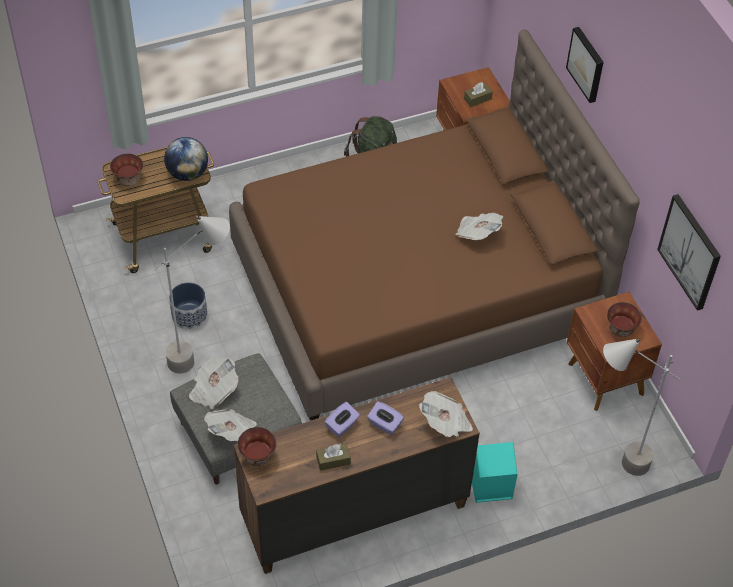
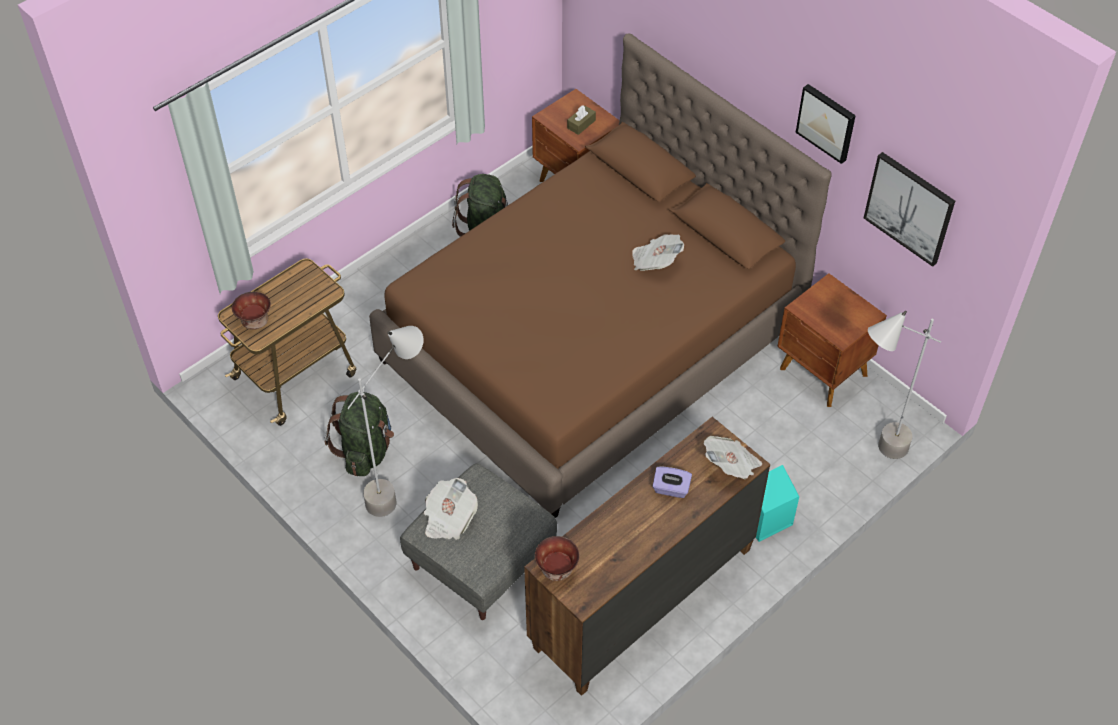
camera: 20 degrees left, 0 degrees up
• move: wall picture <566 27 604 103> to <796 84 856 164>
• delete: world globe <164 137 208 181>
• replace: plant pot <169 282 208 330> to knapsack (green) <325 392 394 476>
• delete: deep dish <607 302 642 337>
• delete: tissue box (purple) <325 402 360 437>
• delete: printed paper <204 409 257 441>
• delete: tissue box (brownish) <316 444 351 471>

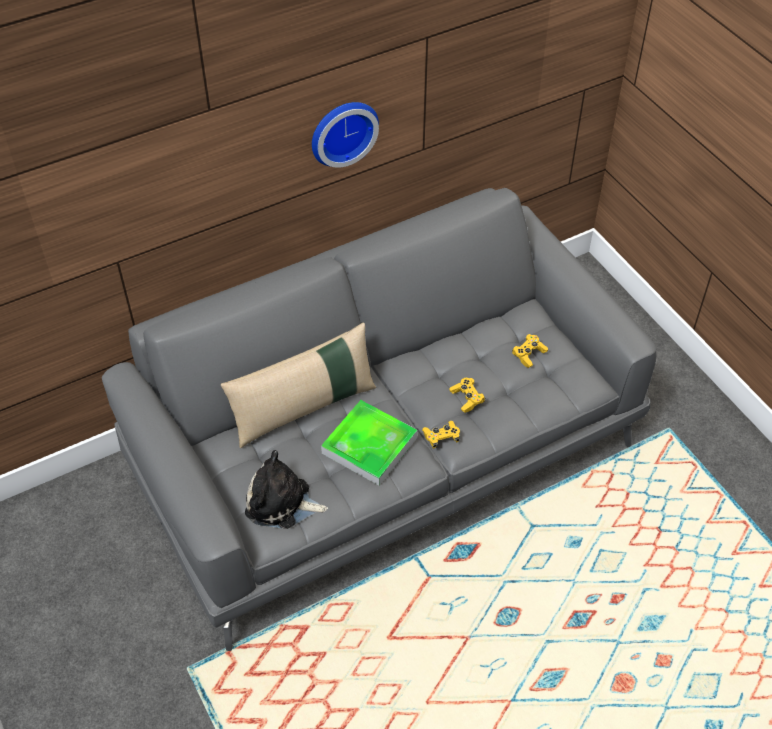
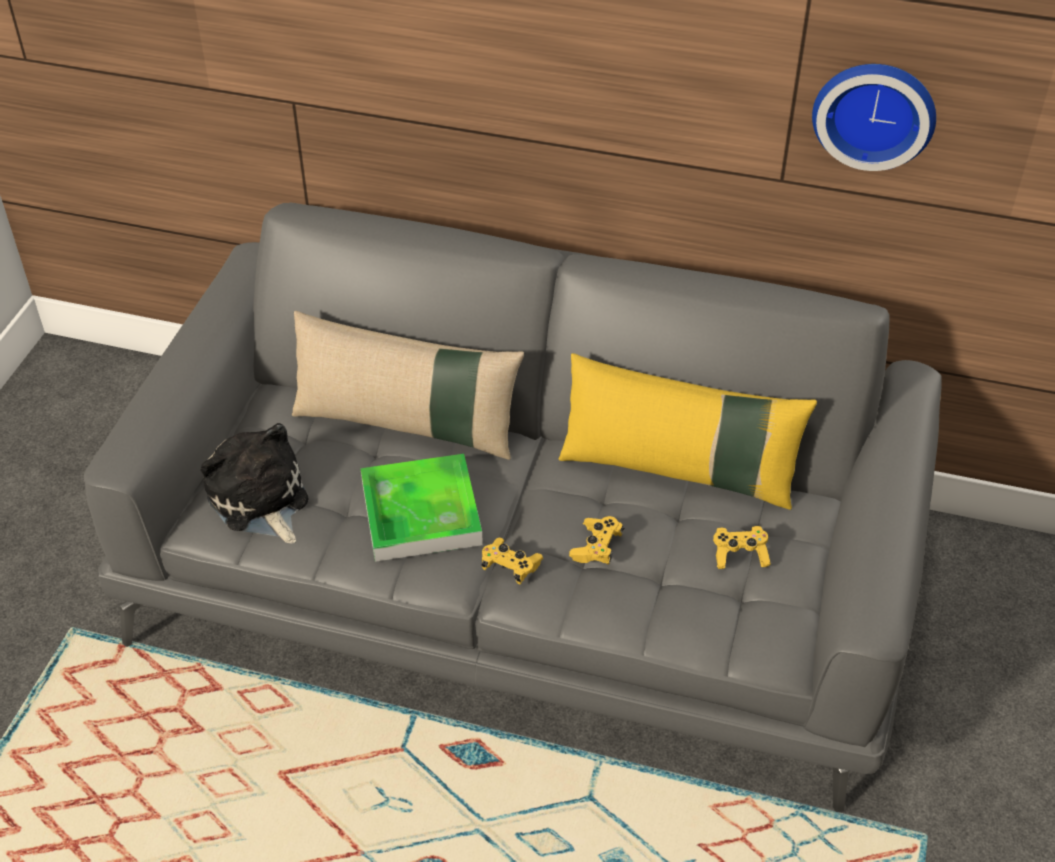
camera: 45 degrees right, 5 degrees down
• move: hanging clock <312 102 379 168> to <812 64 936 171>
• insert: pillow (yellowish) <559 353 817 510>

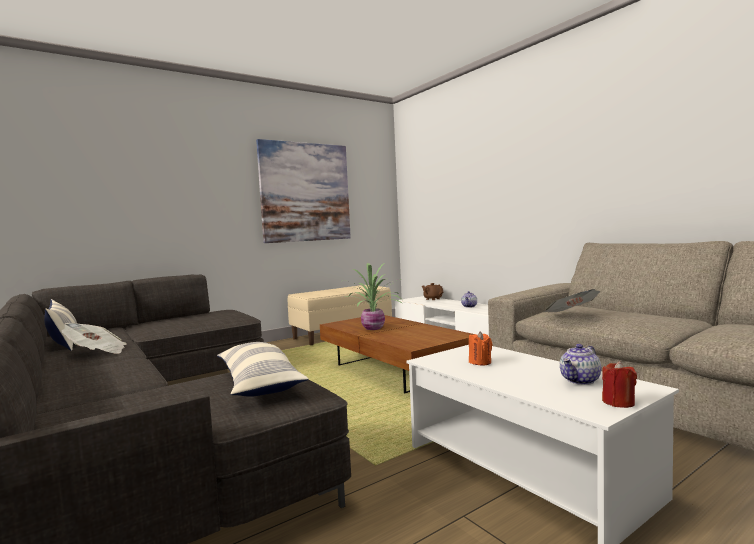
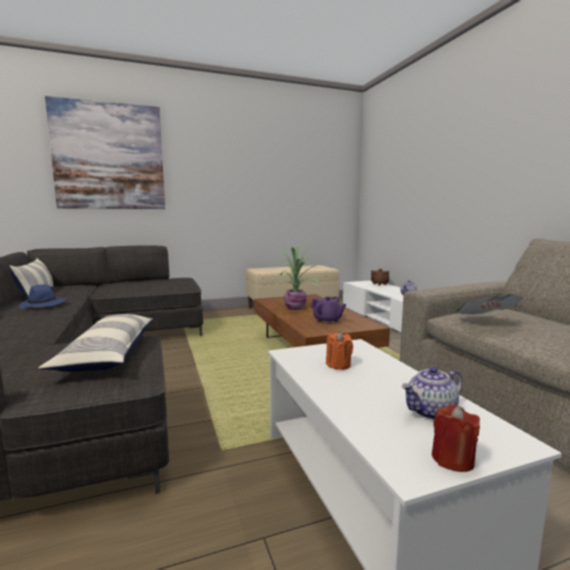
camera: 15 degrees right, 5 degrees up
• move: wall picture <256 139 351 243> to <45 96 165 209>
• replace: printed paper <62 323 127 354> to clothing hat (blue-coloured) <19 284 66 309>
• insert: teapot (purple) <311 296 346 324>

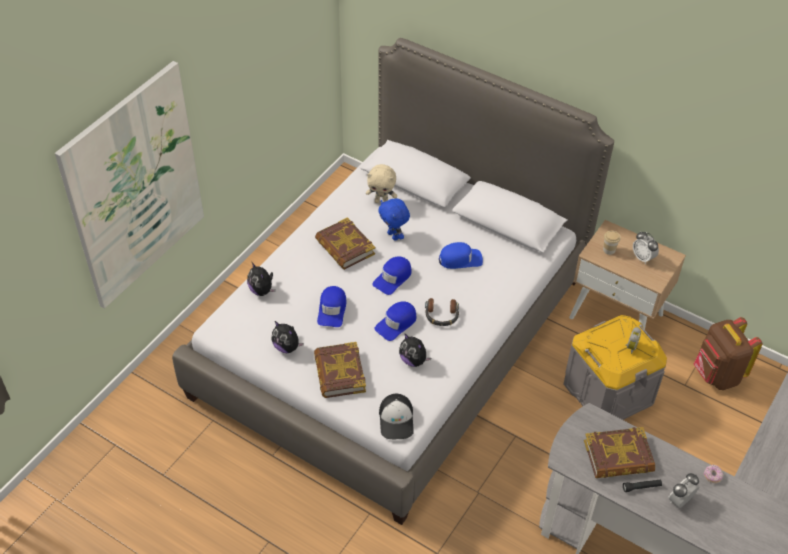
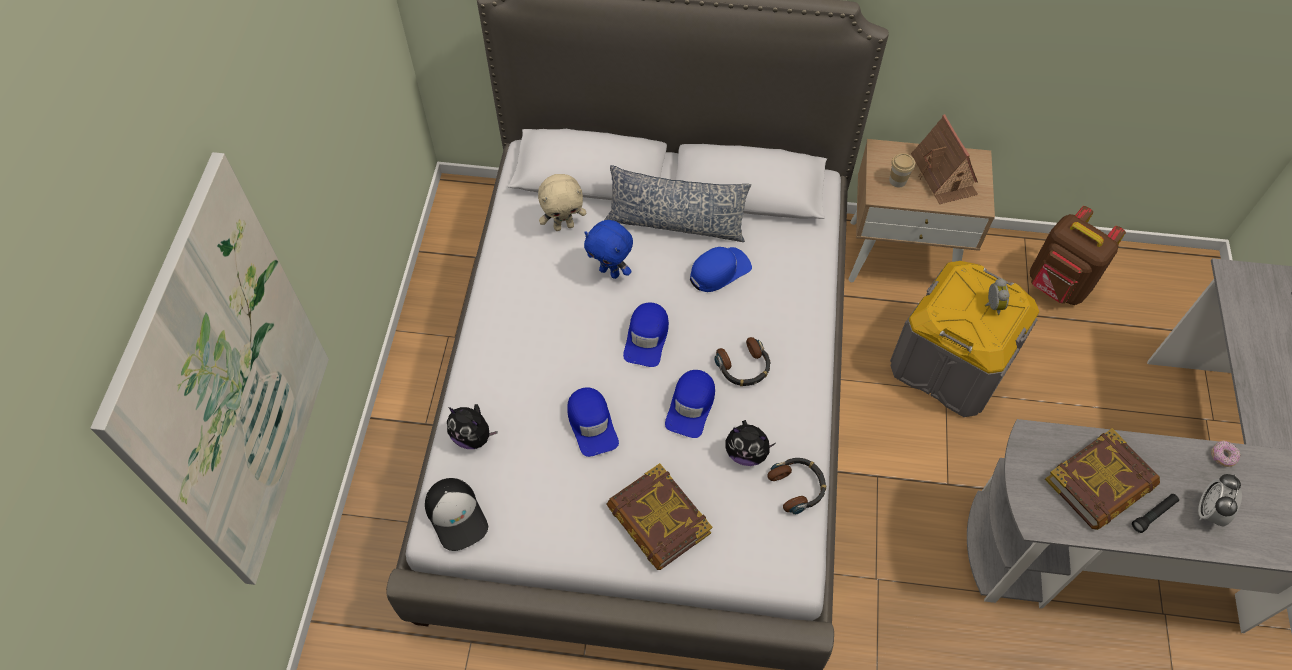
camera: 25 degrees left, 10 degrees up
• delete: volume <315 217 375 270>
• replace: bedside clock <633 232 659 264> to miniature house <911 114 978 204>
• delete: soft toy <272 321 304 353>
• move: cap <379 394 414 439> to <425 478 488 551>
• insert: pillow <604 165 751 242>
• insert: headphones <767 458 826 514>

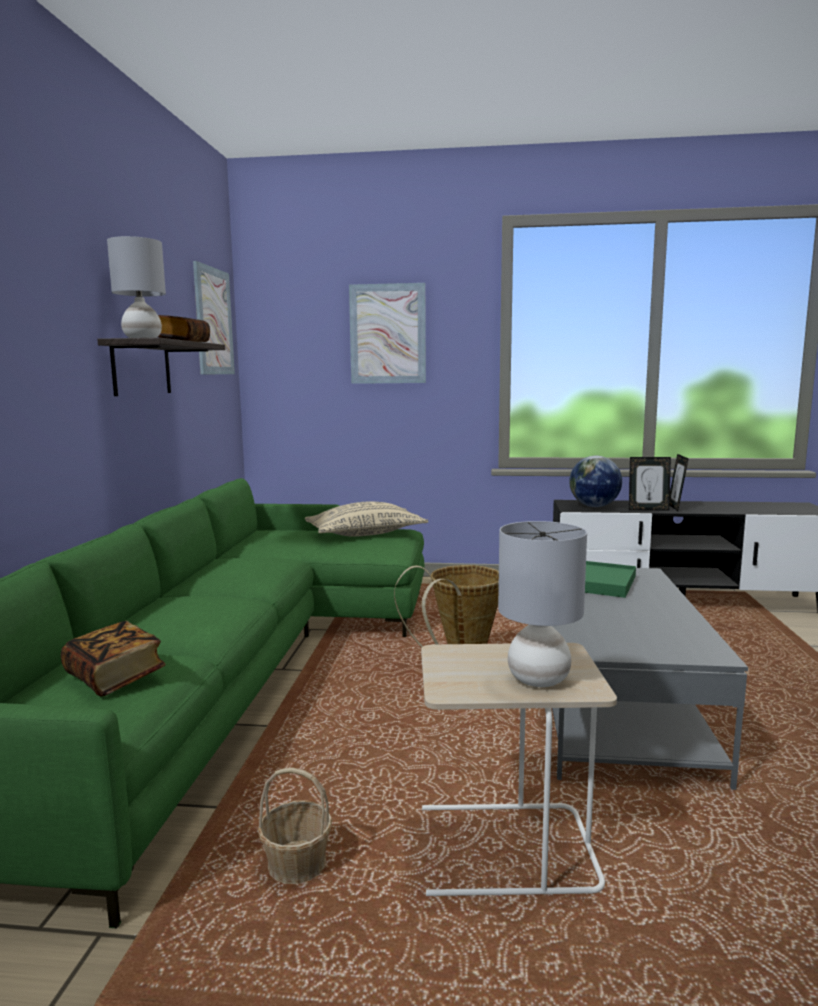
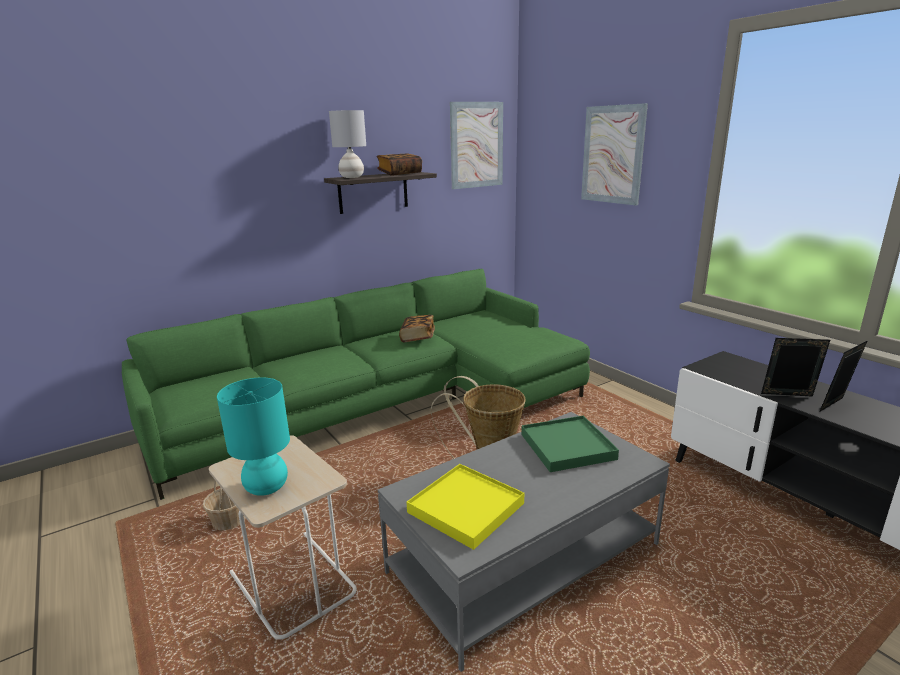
camera: 50 degrees right, 10 degrees up
• delete: world globe <569 456 622 507>
• rotate: picture frame <629 457 671 511> = <761 338 830 397> 135 degrees clockwise
• delete: pillow (sand-coloured) <305 501 428 537>
• recolor: tabletop lamp (gray) <498 521 587 687> to tabletop lamp (turquoise) <217 377 290 496>
• move: volume <61 621 166 696> to <399 315 435 342>
• insert: carrying tray (yellowish) <406 464 524 550>

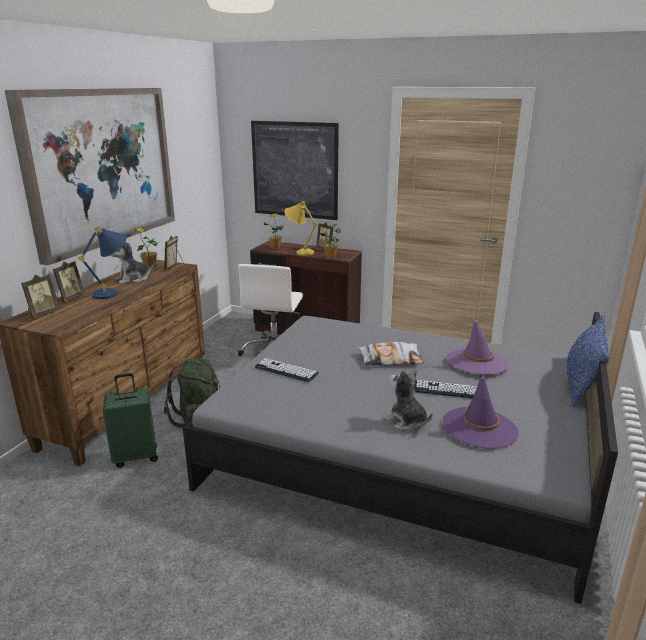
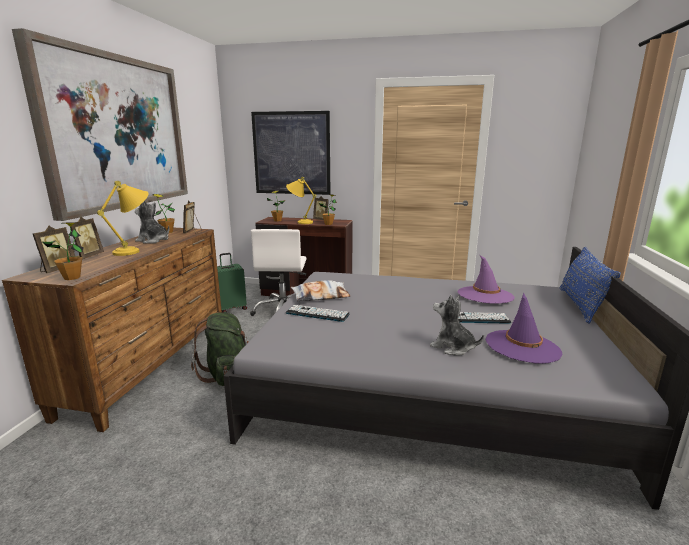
camera: 10 degrees left, 5 degrees down
• recolor: tabletop lamp (blue-coloured) <78 226 127 299> to tabletop lamp (yellowish) <97 181 149 256>
• rotate: soft toy <111 241 154 284> = <135 201 169 244> 60 degrees clockwise
• move: pillow <358 342 424 366> to <291 280 350 302>
• move: suitcase (green) <103 373 158 468> to <217 253 247 313>
• insert: potted plant <43 222 84 280>

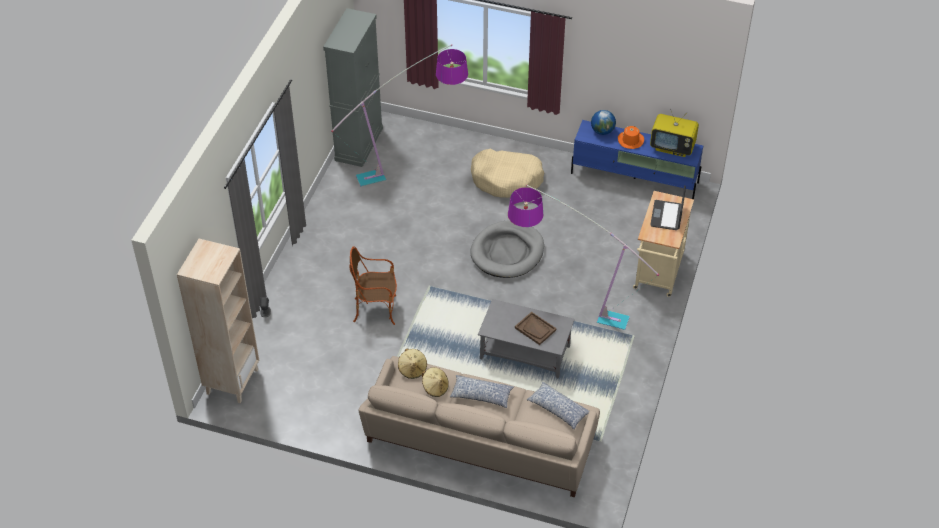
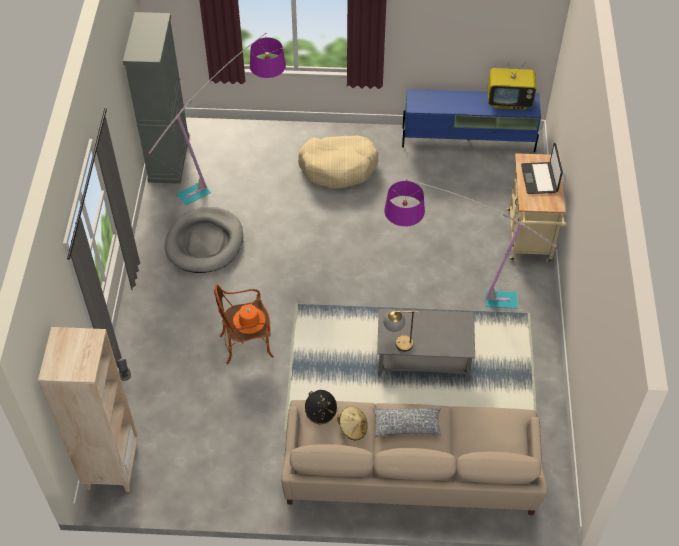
camera: 15 degrees left, 5 degrees up
• delete: world globe <591 110 616 135>
• move: clothing hat (orange-coloured) <618 126 644 149> to <233 304 266 334>
• move: dog cushion (gray) <470 221 544 278> to <165 207 243 273>
• delete: carrying tray (brownish) <515 312 556 345>
• recolor: clothing hat (sand-coloured) <398 348 427 379> to clothing hat (black-coloured) <305 390 337 424>
• delete: pillow <526 382 589 429>
• insert: tabletop lamp <383 310 419 352>

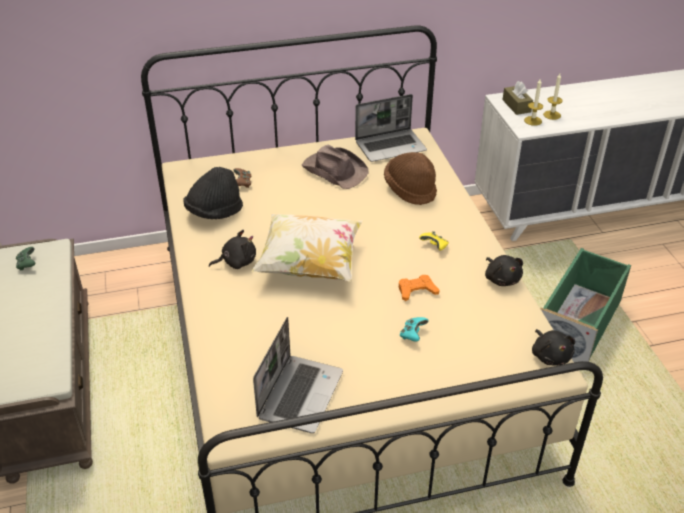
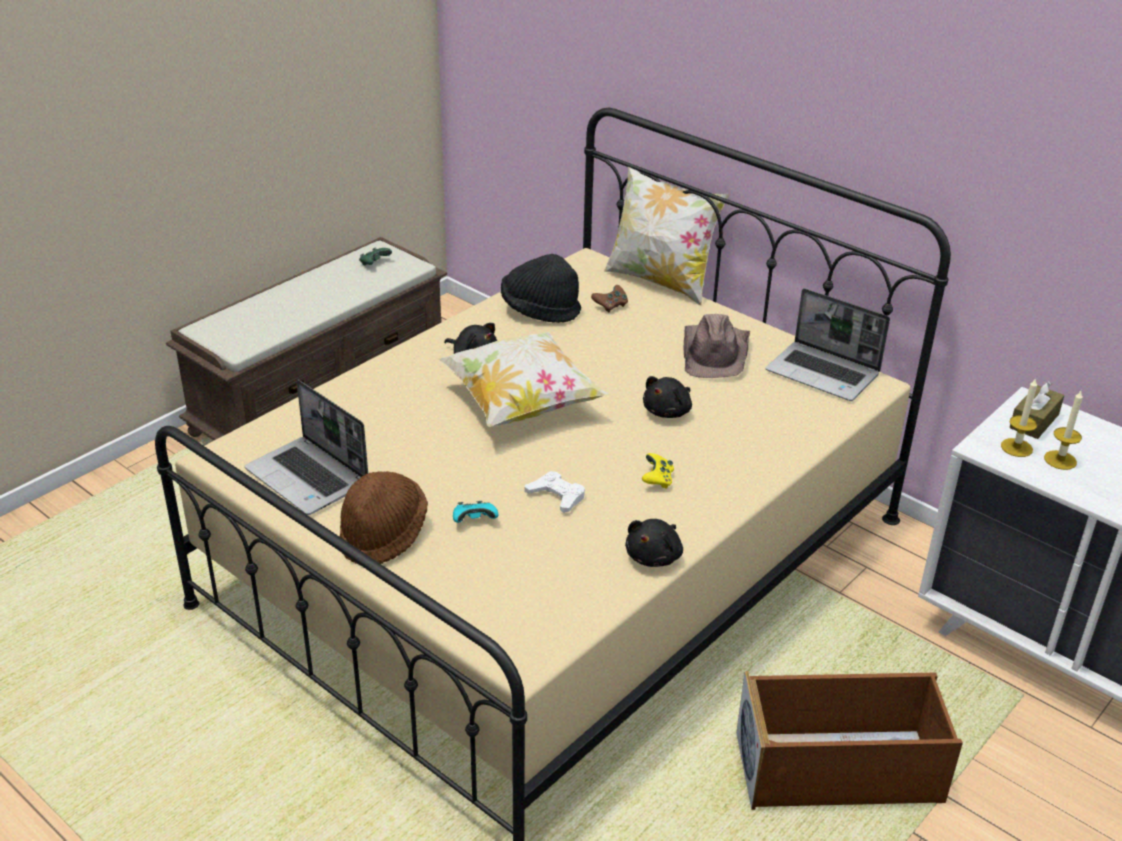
camera: 55 degrees right, 5 degrees down
• move: clothing hat (brownish) <384 152 437 205> to <340 471 428 565>
• recolor: storage bin (green) <540 248 631 362> to storage bin (brownish) <736 671 963 810>
• recolor: game controller (orange-coloured) <399 275 440 301> to game controller (whitish) <525 471 585 513>
• rotate: portable computer <253 317 343 433> = <245 380 368 515> 60 degrees clockwise
• move: soft toy (black-coloured) <532 329 575 366> to <643 376 692 418>
• insert: pillow <604 167 729 305>

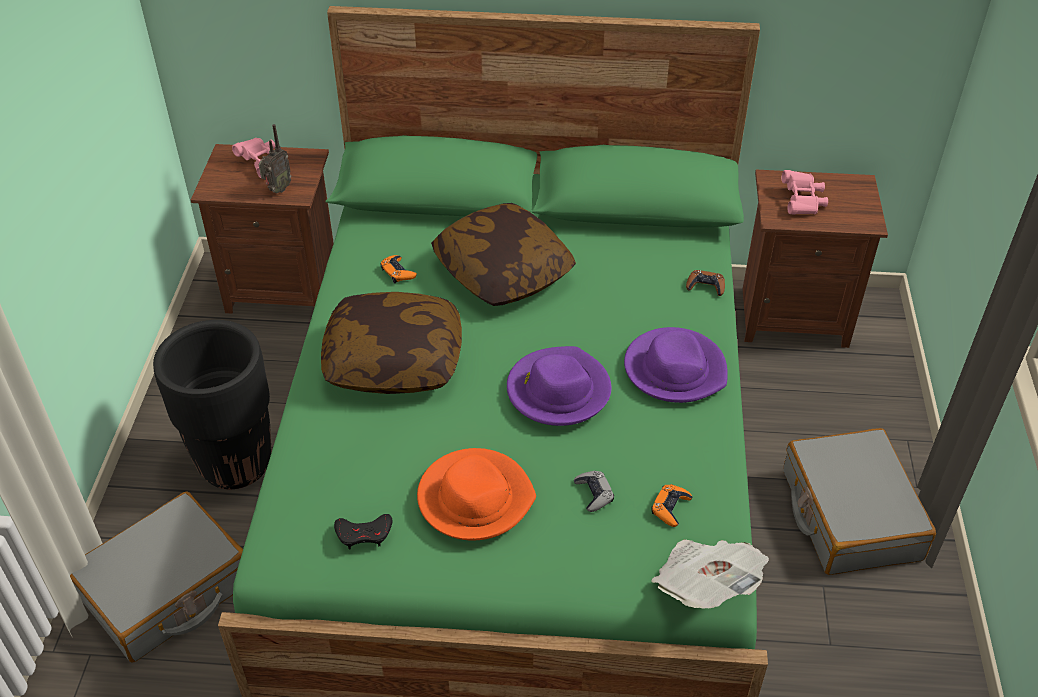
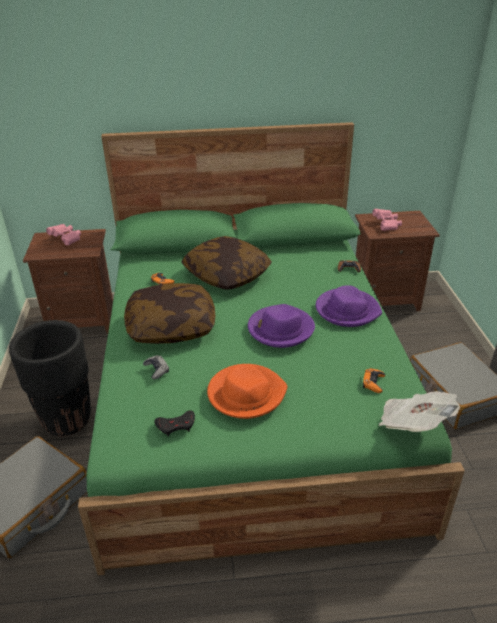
camera: 10 degrees left, 10 degrees down
• delete: radio set <259 124 292 193>
• move: game controller (gray) <574 471 614 512> to <143 355 169 380>

